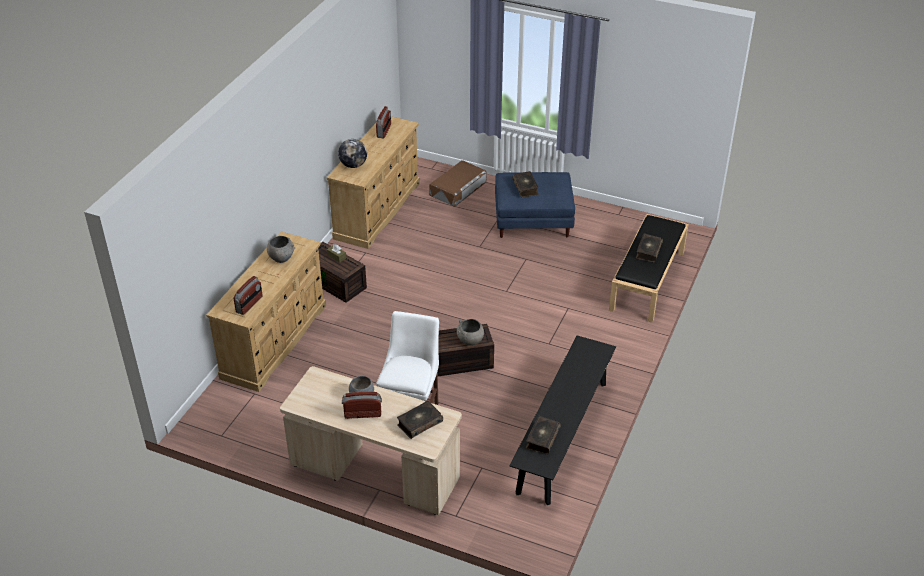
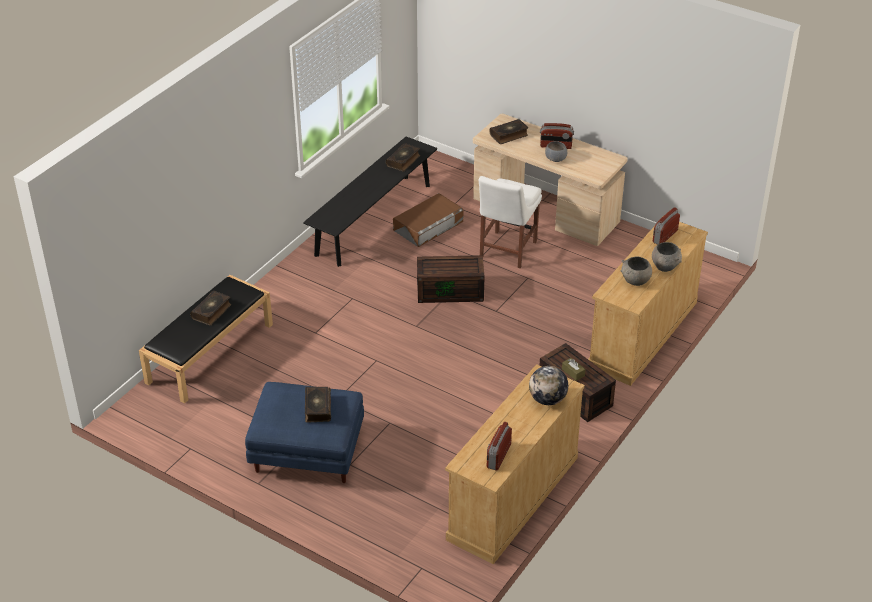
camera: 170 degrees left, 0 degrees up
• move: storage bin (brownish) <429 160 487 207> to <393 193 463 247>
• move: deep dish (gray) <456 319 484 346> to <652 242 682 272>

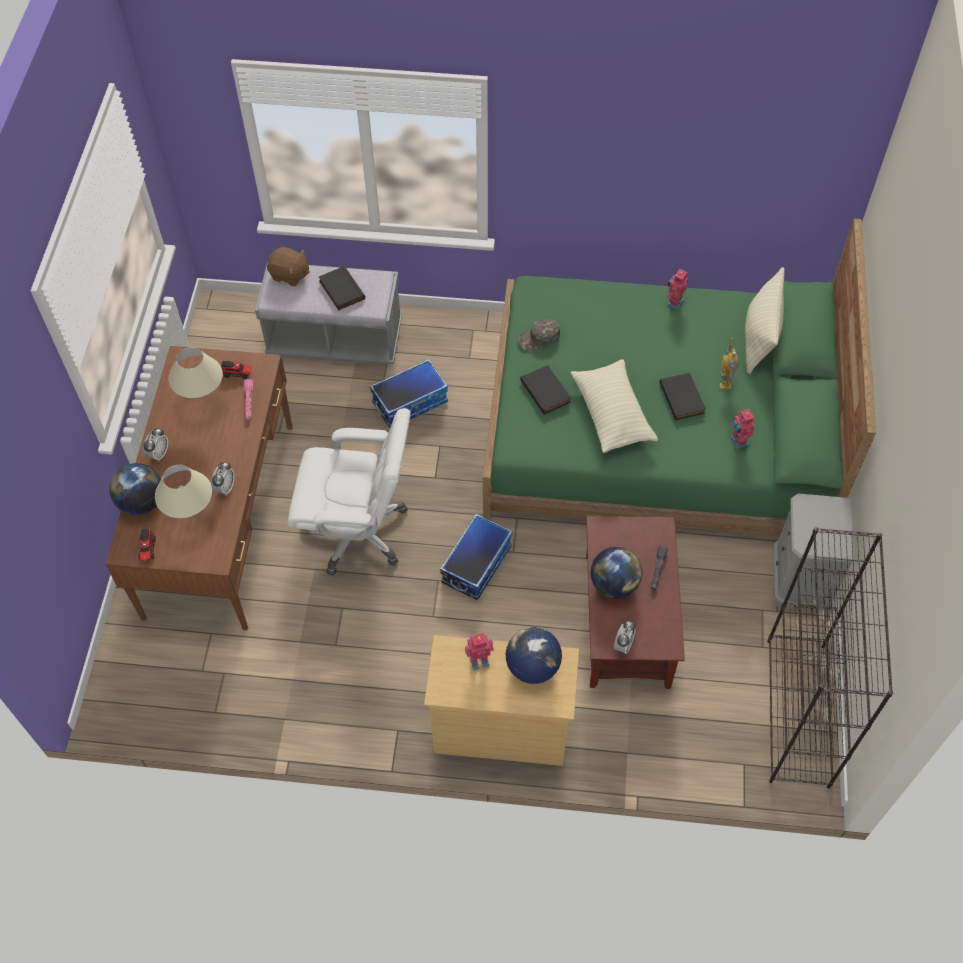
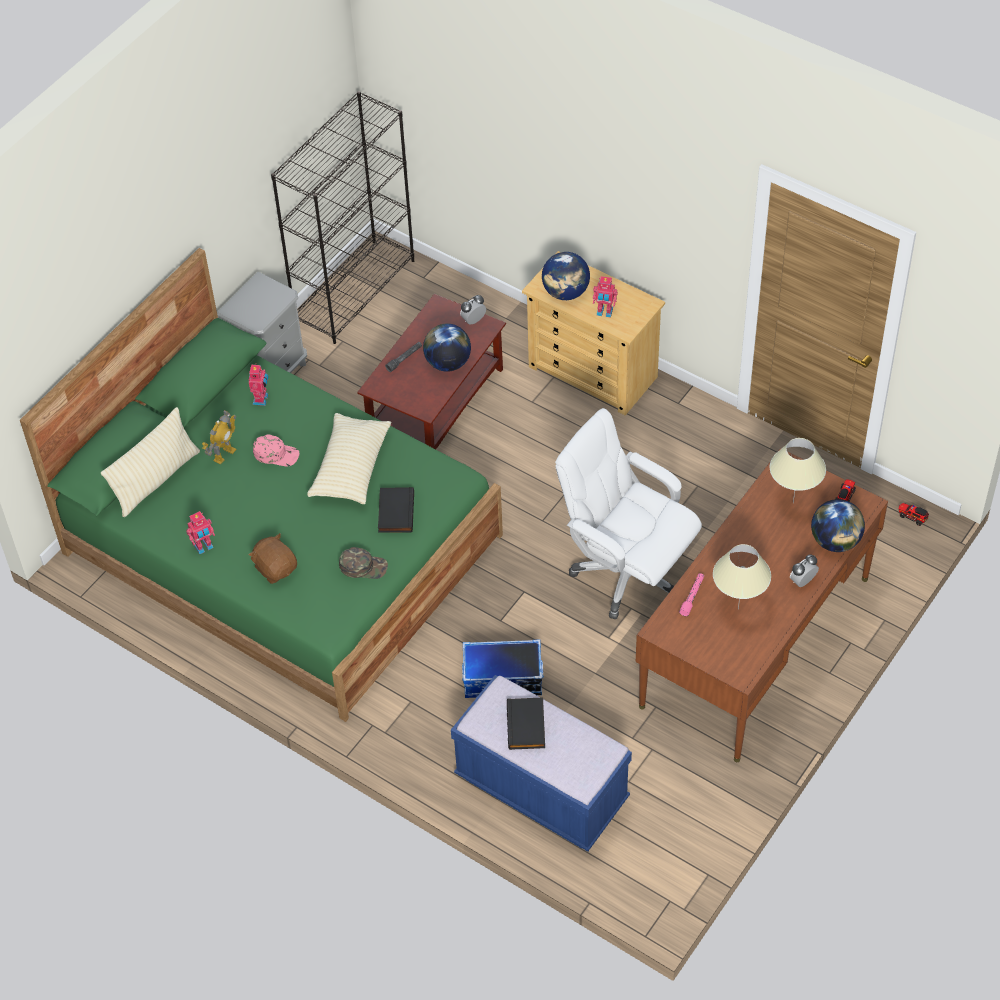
camera: 150 degrees left, 5 degrees down
• move: soft toy (brownish) <267 247 310 287> to <249 533 297 584>
• recolor: long seat (gray) <255 262 402 365> to long seat (blue-coloured) <451 675 632 852>
• move: toy lorry <221 361 252 379> to <899 503 929 526>
• replace: volume (black-coloured) <659 373 706 420> to cap (pink) <253 434 299 466>
• delete: bedside clock <211 461 235 496>
• delete: storage bin <440 514 513 600>

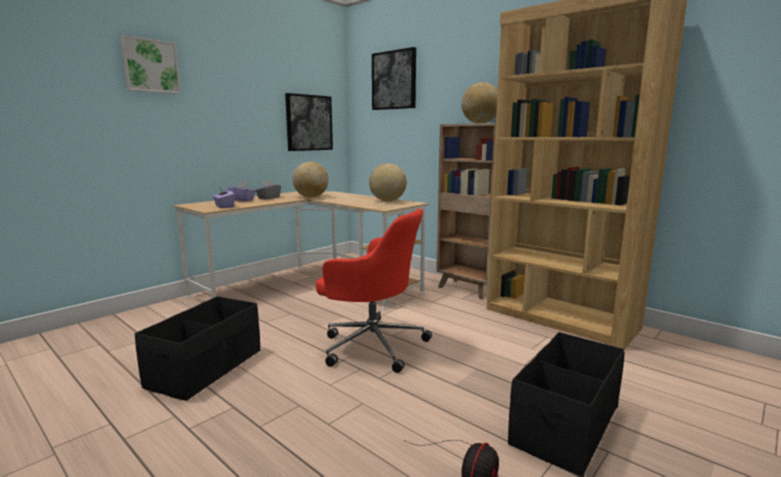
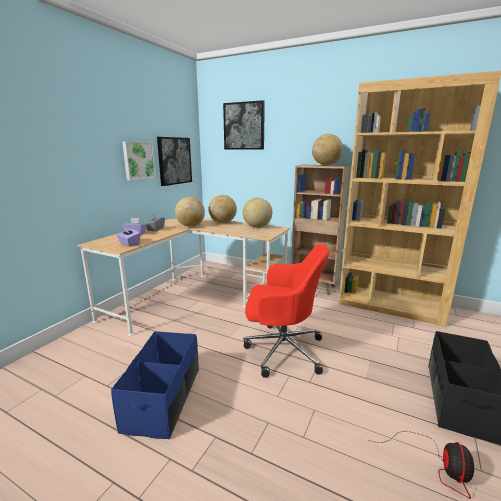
camera: 15 degrees left, 5 degrees up
• move: wall picture <120 35 181 94> to <122 142 156 180>
• recolor: storage bin (black-coloured) <135 296 260 401> to storage bin (blue-coloured) <111 331 199 439>
• insert: world globe <209 195 237 223>

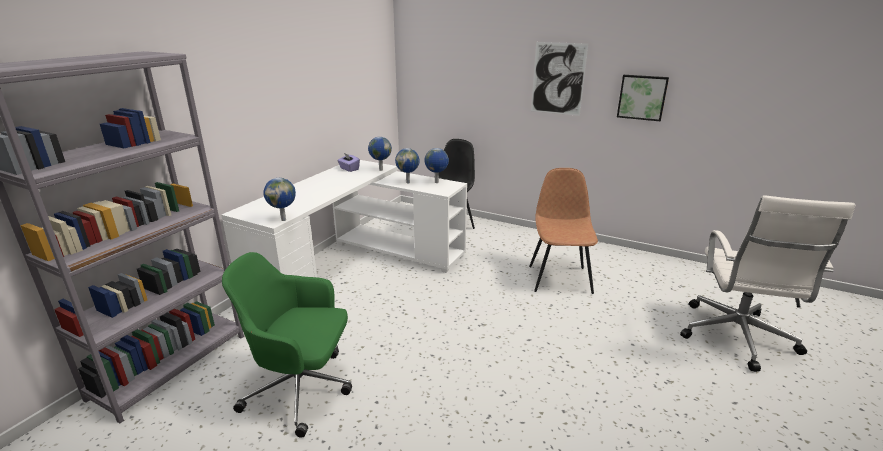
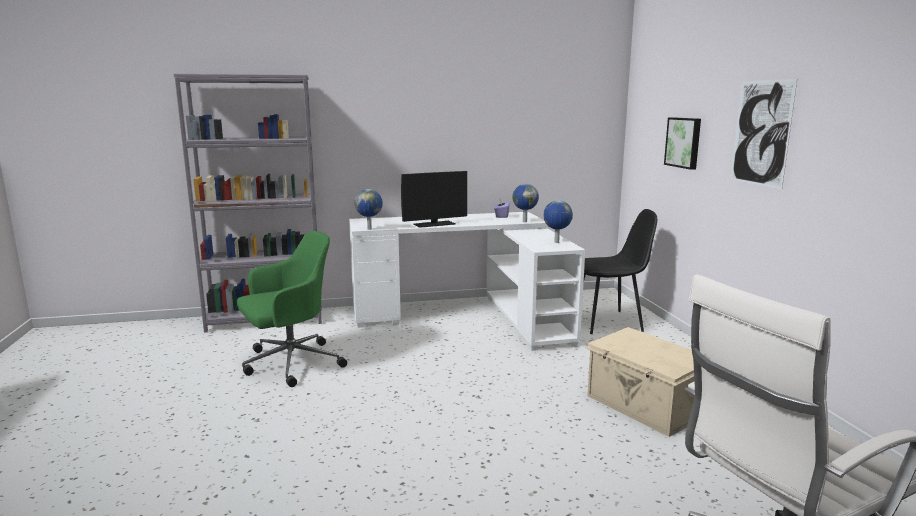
camera: 50 degrees right, 10 degrees down
• move: wall picture <617 75 669 121> to <664 117 701 170>
• delete: world globe <395 148 420 183>
• replace: chair (brownish) <529 168 598 294> to storage bin (sand-coloured) <585 327 695 437>
• rotate: desk chair (green) <222 252 352 438> = <237 231 347 387> 90 degrees clockwise
• insert: computer screen <401 171 467 228>

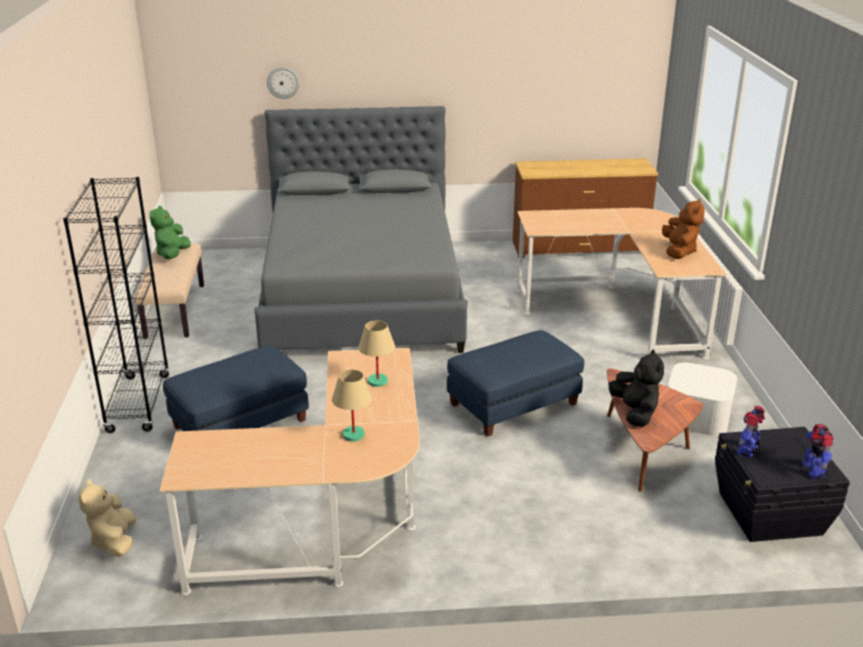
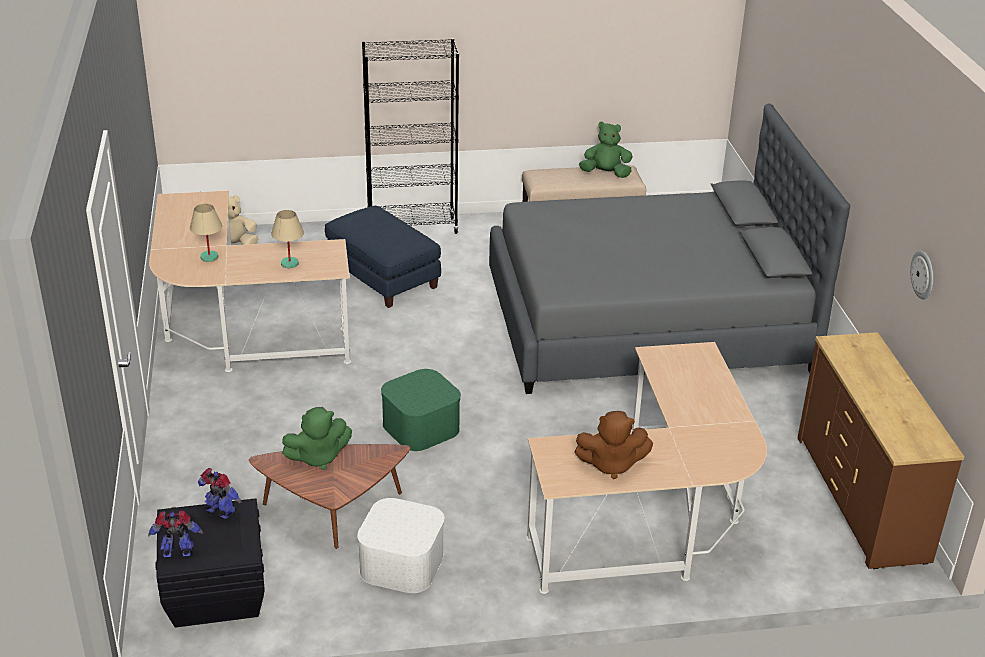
camera: 85 degrees right, 5 degrees up
• move: hanging clock <267 67 300 99> to <910 250 933 299>
• replace: ottoman (blue-coloured) <447 330 584 437> to storage bin (green) <381 369 461 451>
• recolor: soft toy (black-coloured) <609 350 664 427> to soft toy (green) <282 407 352 470>

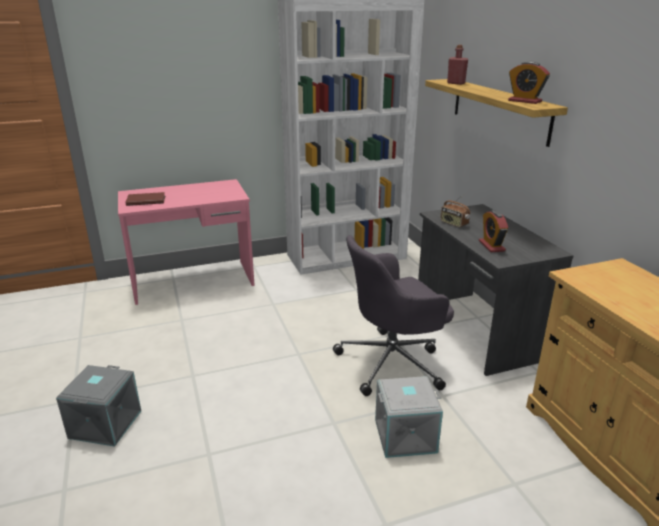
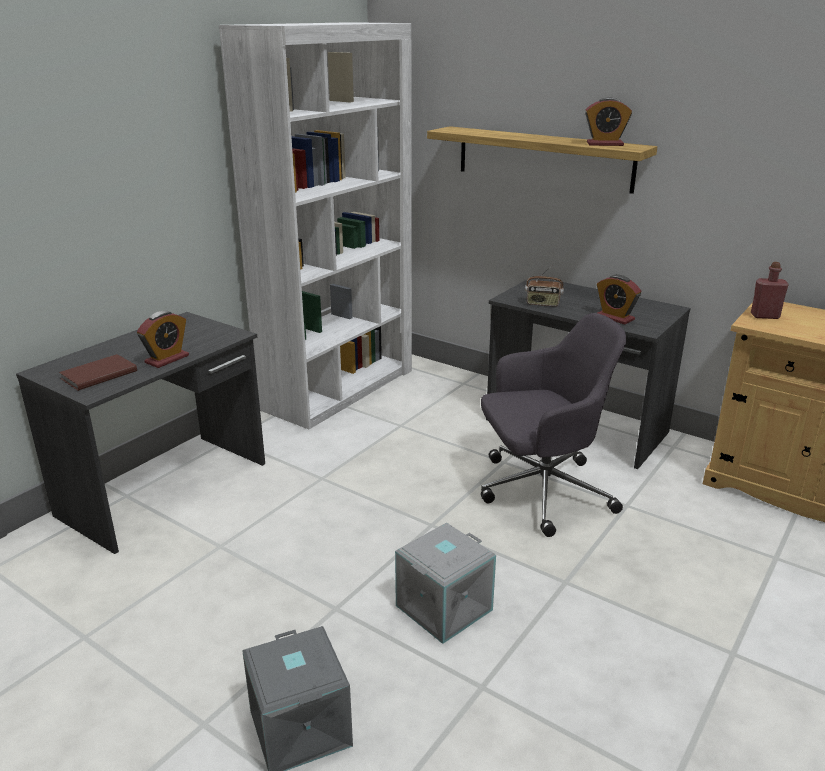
camera: 35 degrees left, 0 degrees up
• move: bottle (reddish) <447 45 468 85> to <751 262 789 319>
• recolor: desk (pink) <118 179 255 305> to desk (gray) <16 312 265 554>
• rotate: desk chair (gray) <333 235 454 396> = <481 313 626 537> 135 degrees counterclockwise
• move: storage bin (gray) <375 376 443 458> to <395 522 496 644>
• insert: bedside clock <137 311 189 368>

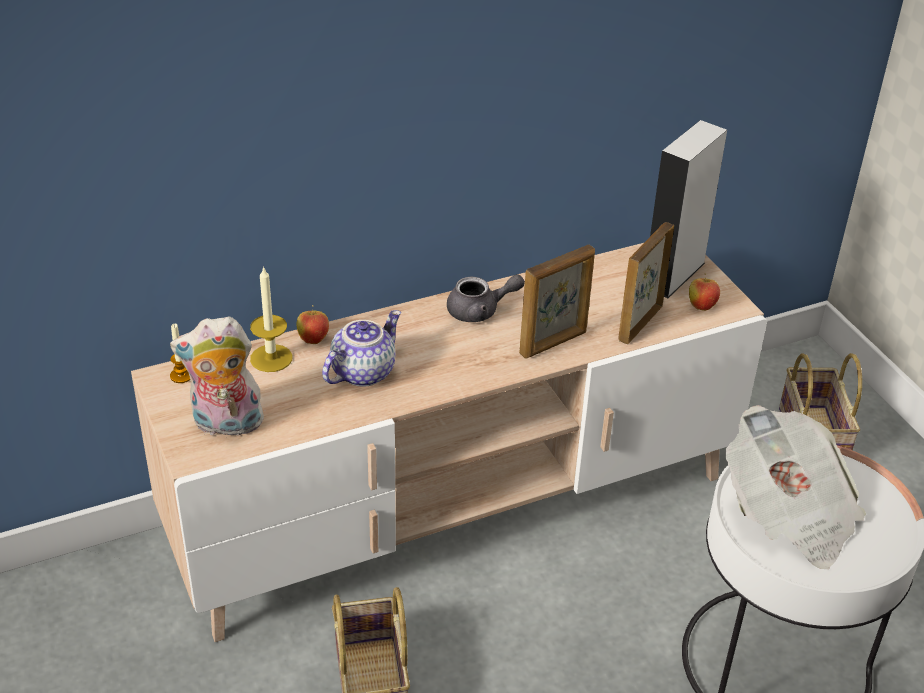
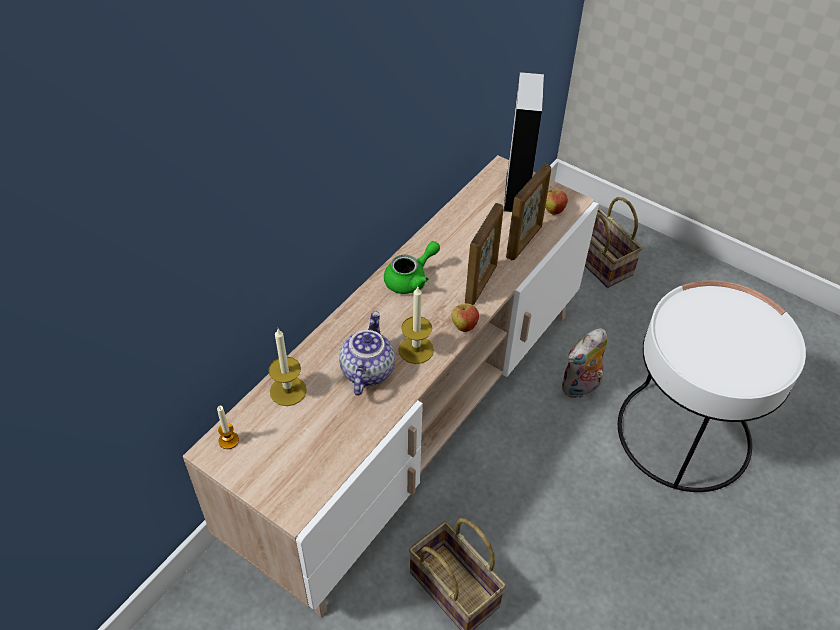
camera: 30 degrees left, 10 degrees up
• rotate: picture frame <618 222 674 344> = <506 163 551 260> 150 degrees counterclockwise
• recolor: teapot (gray) <447 274 525 322> to teapot (green) <384 241 440 294>
• move: apple fruit <296 305 329 344> to <451 301 479 332>
• move: soft toy <170 316 267 436> to <562 328 607 398>
• delete: printed paper <725 405 866 569>
• insert: candle <399 287 434 364>

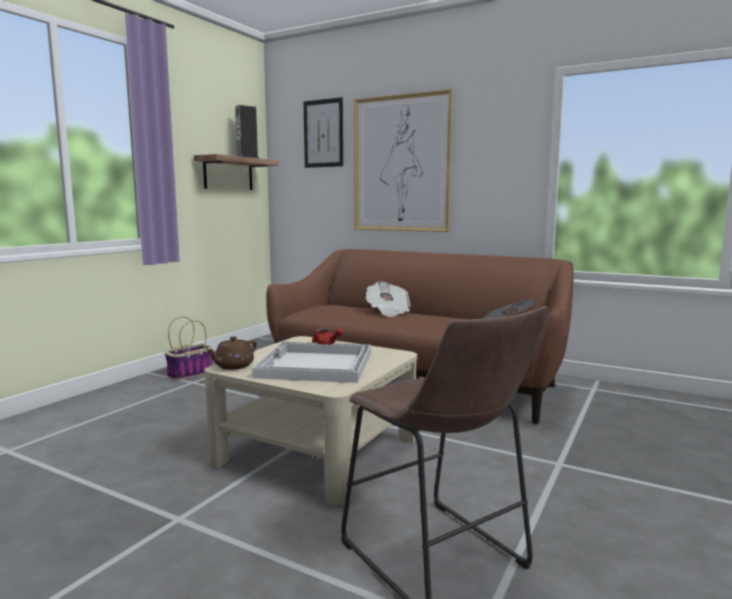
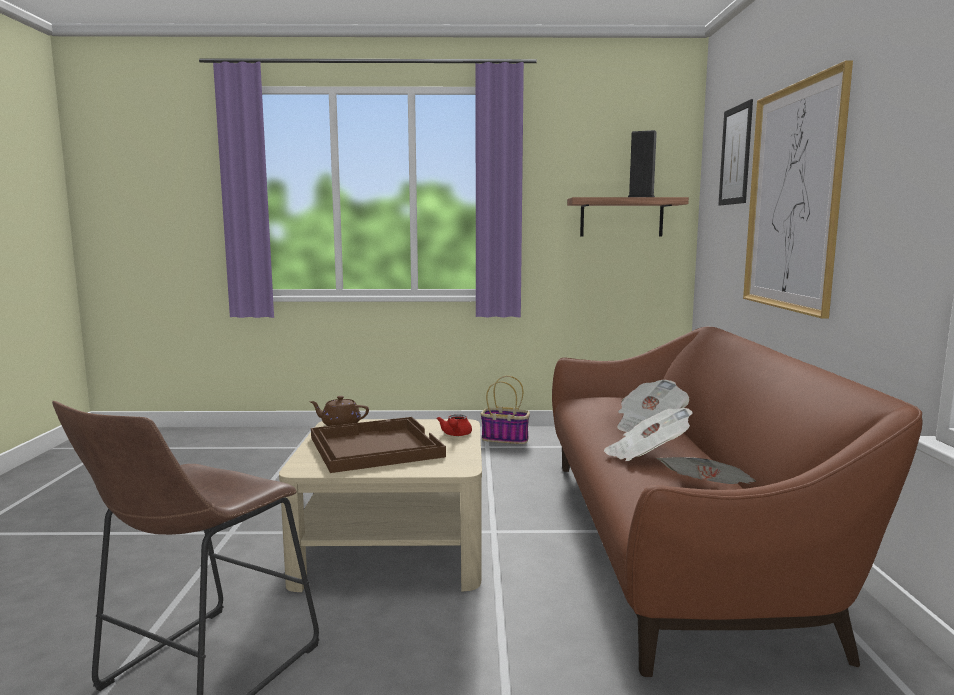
camera: 60 degrees right, 0 degrees up
• recolor: carrying tray (whitish) <252 342 371 383> to carrying tray (brownish) <311 417 446 473>
• insert: printed paper <604 408 693 461>

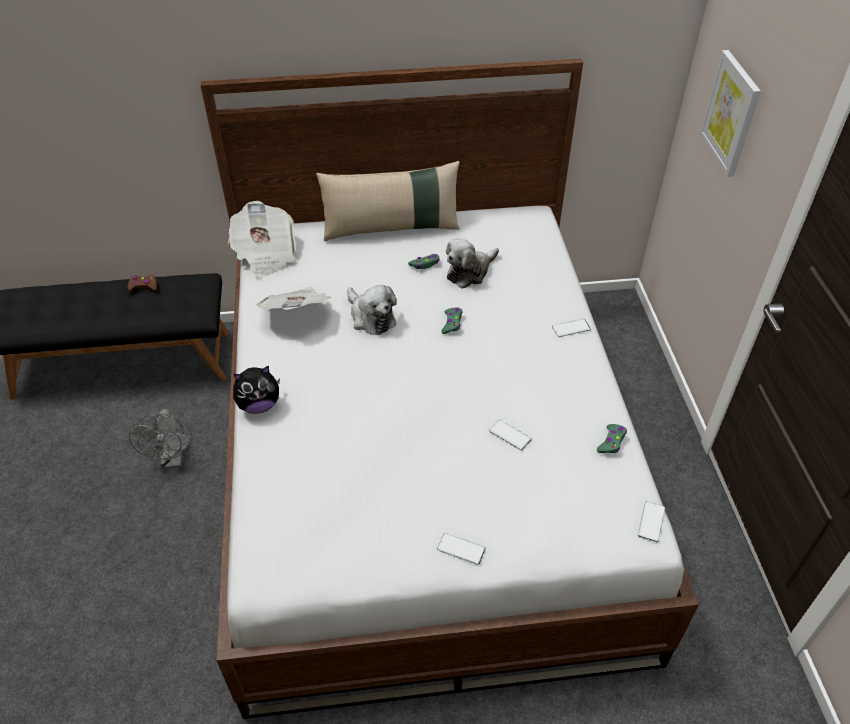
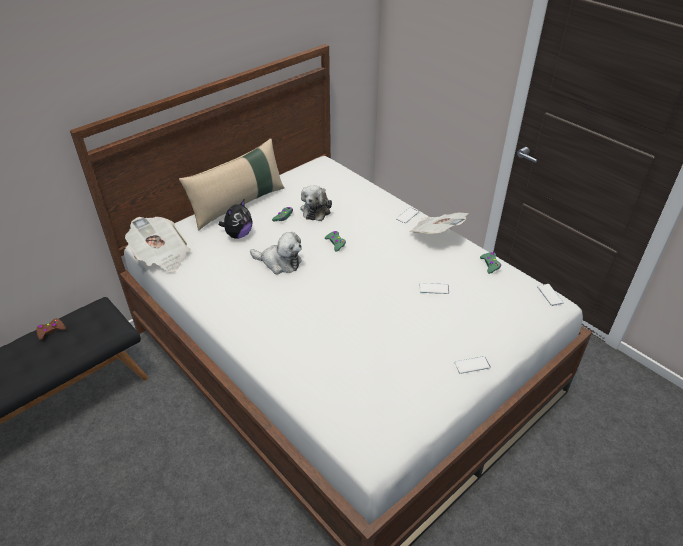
camera: 35 degrees left, 5 degrees down
• delete: wall picture <700 50 761 177>
• move: printed paper <256 287 332 310> to <410 212 469 234>
• move: soft toy <233 365 280 414> to <219 200 253 239>
• delete: fan (gray) <129 409 193 469>

